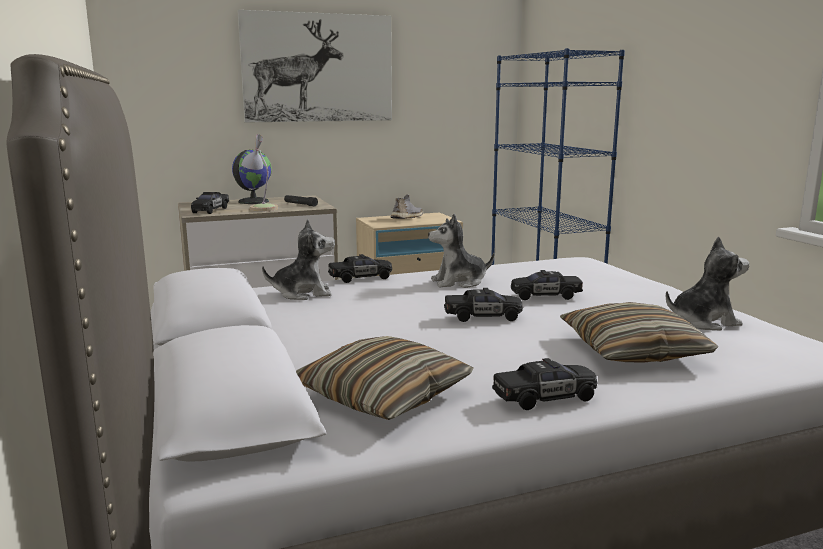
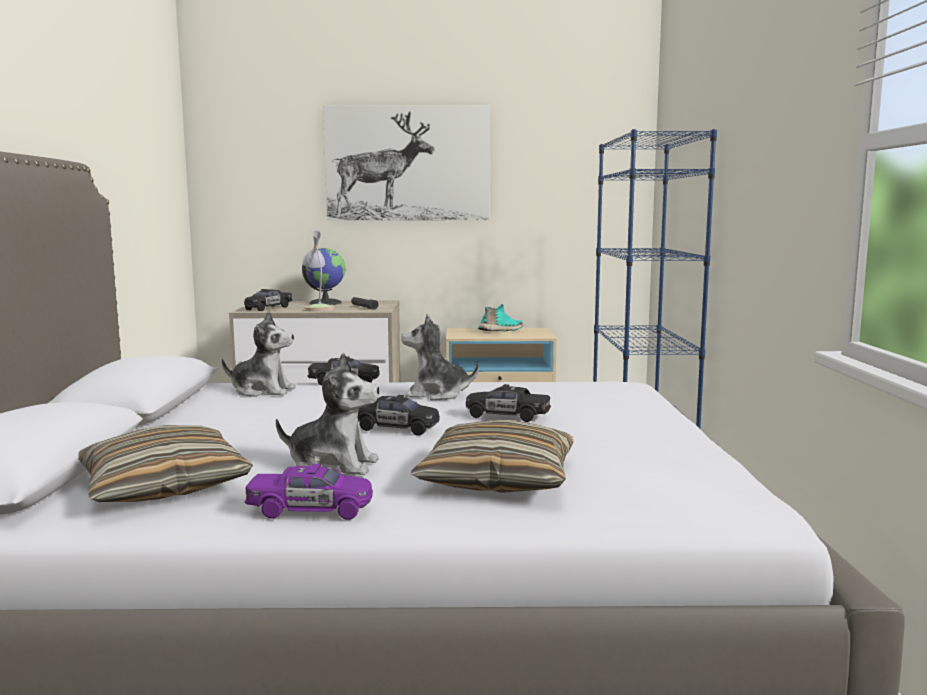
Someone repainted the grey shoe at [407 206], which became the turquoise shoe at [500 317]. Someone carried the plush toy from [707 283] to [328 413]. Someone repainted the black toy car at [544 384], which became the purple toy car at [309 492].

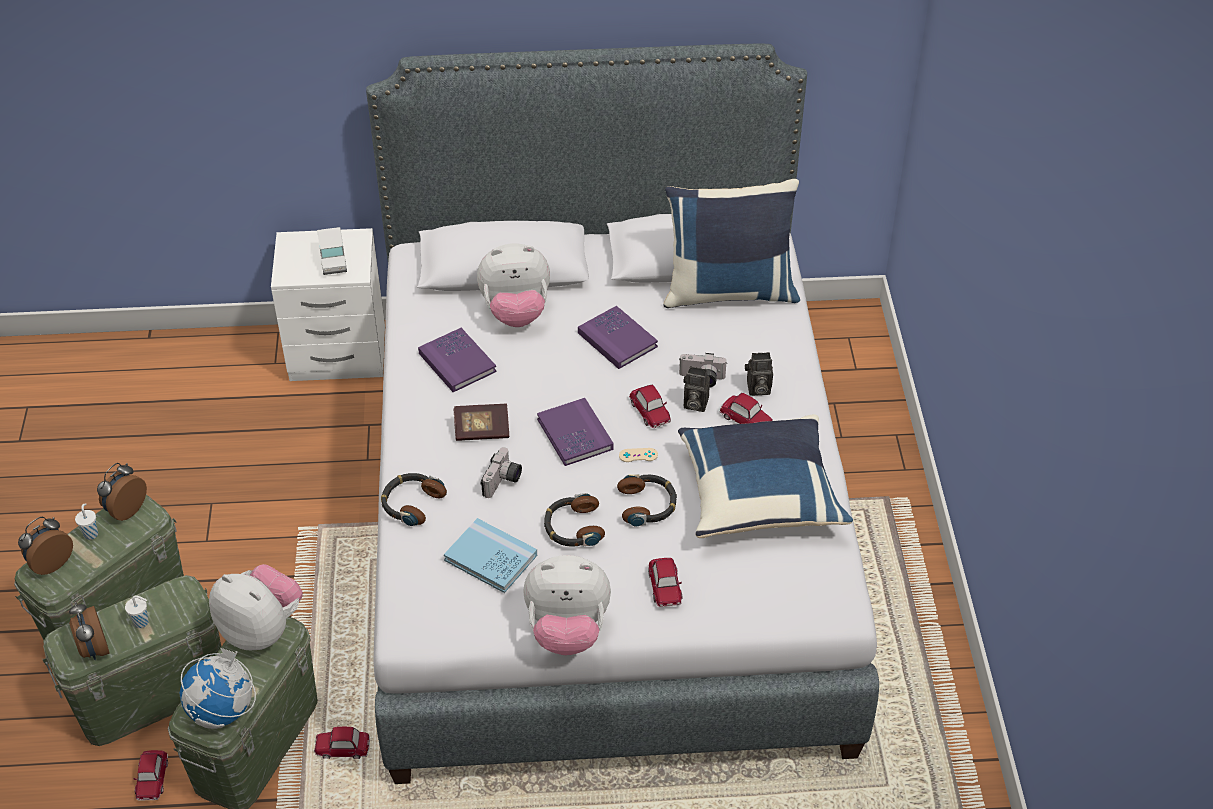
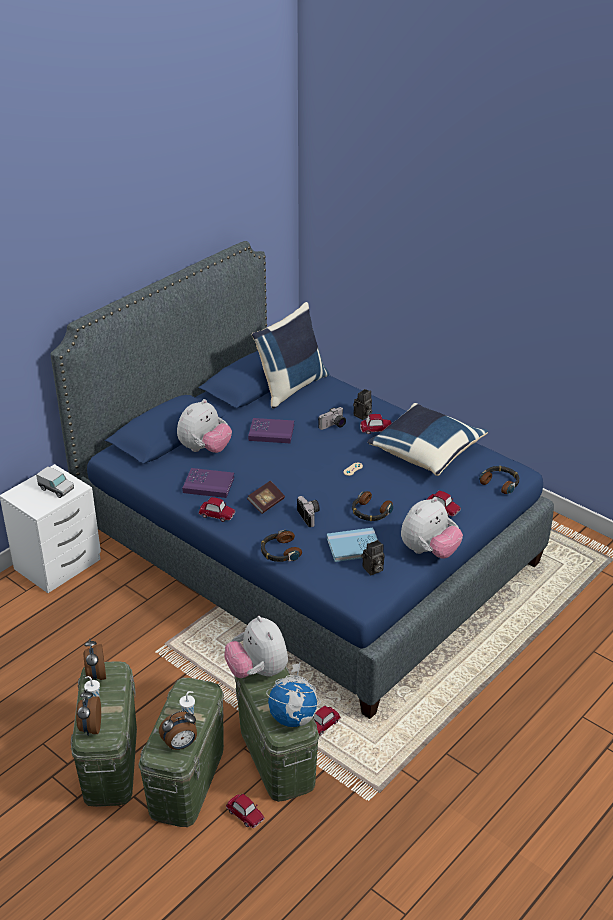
Someone repainted the grey bed at [622 413], which became the blue bed at [302 480]. Someone carried the photo camera from [696 389] to [372 557]. Someone carried the toy car from [650 406] to [216 509]. Someone took away the purple book at [575 432]. Someone carried the headphones from [647 500] to [499 480]. Someone rotated the plush toy at [256 607] by 105 degrees counterclockwise. Someone rotated the alarm clock at [89 631] by 45 degrees counterclockwise.

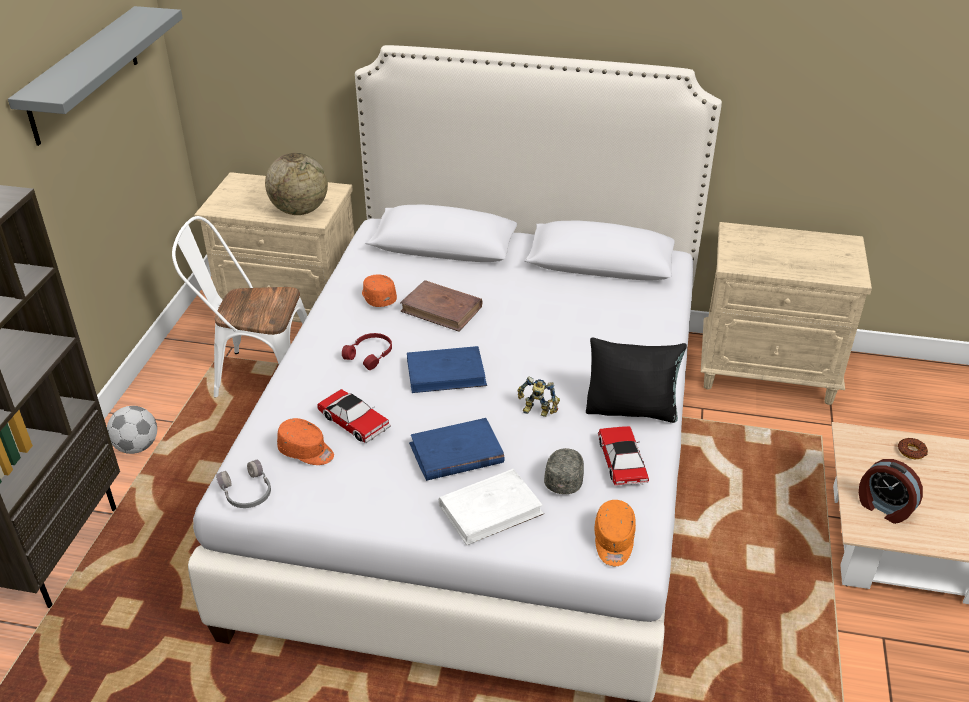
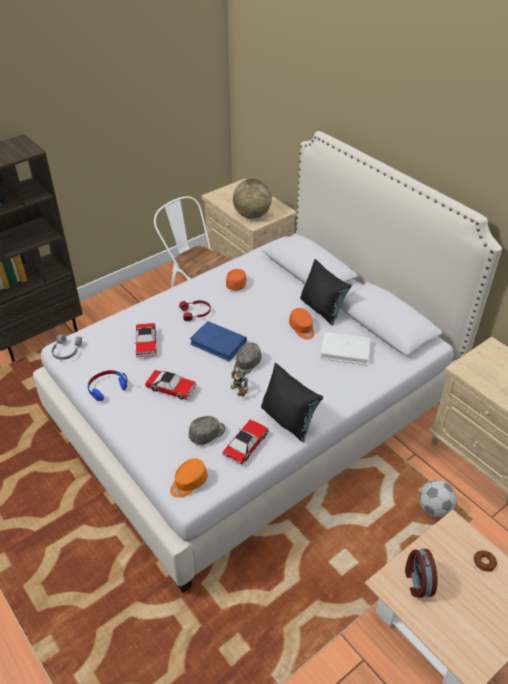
Someone took away the grey shelf at [95 76]. Someone took away the brown book at [441 306]. Someone carried the football from [132 430] to [438 499]. Someone carried the orange cap from [305 441] to [301 323]. Someone swapped the blue book at [456 449] for the toy car at [171 385]. Someone carried the white book from [491 507] to [345 349]. Someone put down the black pillow at [326 292]. Someone put down the grey cap at [247 358]. Someone put down the blue headphones at [107 385].

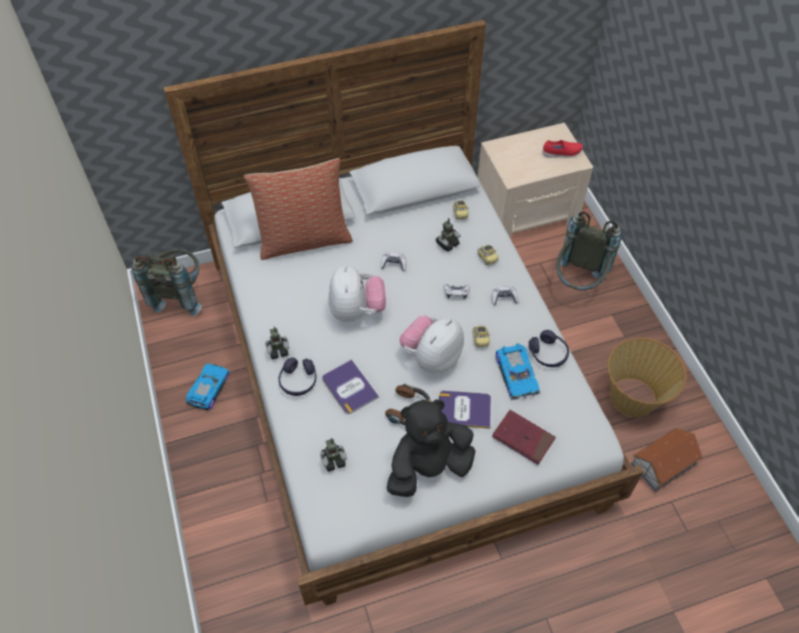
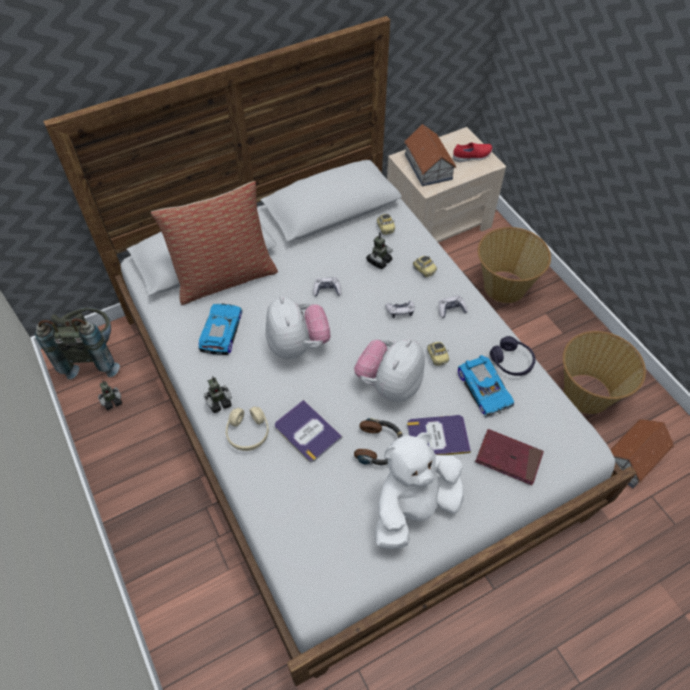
Someone swapped the grey backpack at [589 250] for the basket at [514 265]. Someone repainted the purple headphones at [297 376], which became the beige headphones at [247 428]. Someone carried the toy car from [208 386] to [221 329]. Someone repainted the black plush toy at [431 448], which became the white plush toy at [419 491]. Someone carried the toy robot from [333 455] to [110 395]. Someone put down the toy house at [430 155].

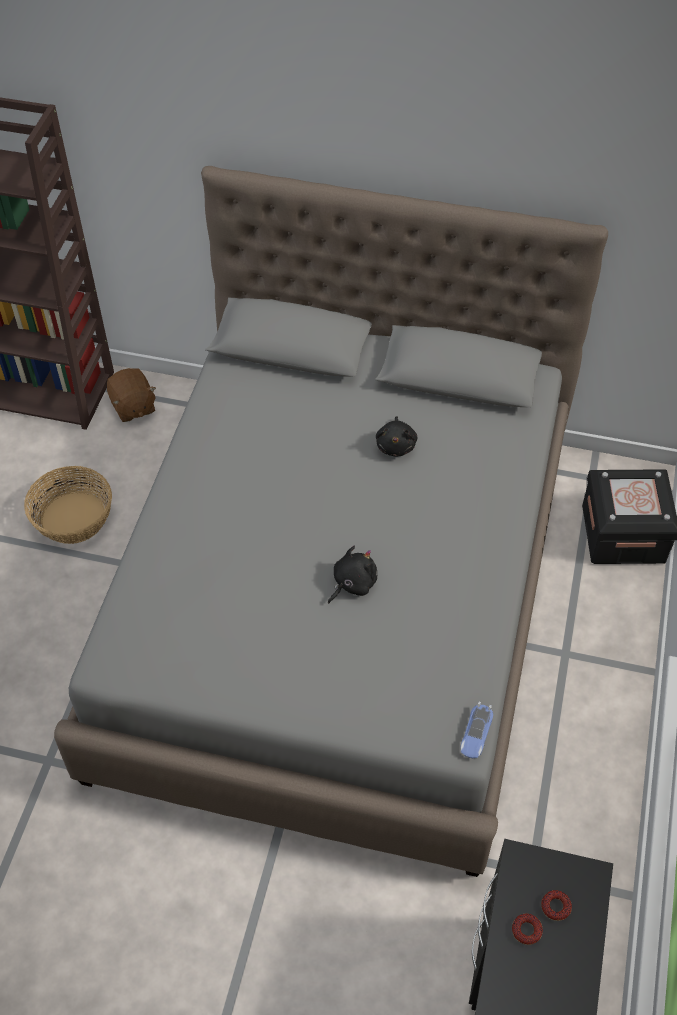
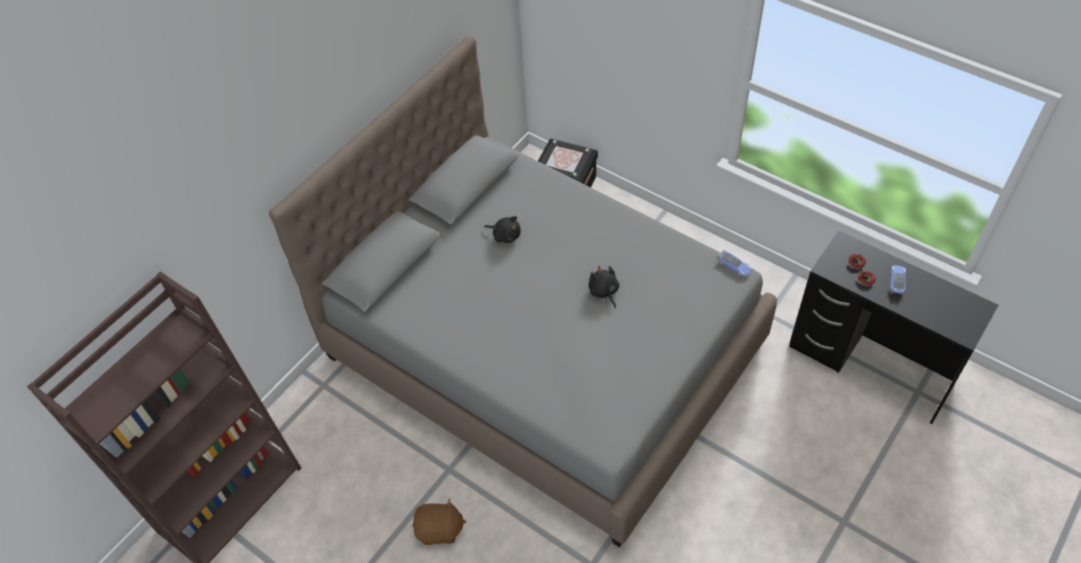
Someone carried the brown plush toy from [131 395] to [439 521]. Someone took away the basket at [68 505]. Someone put down the toy car at [898 279].

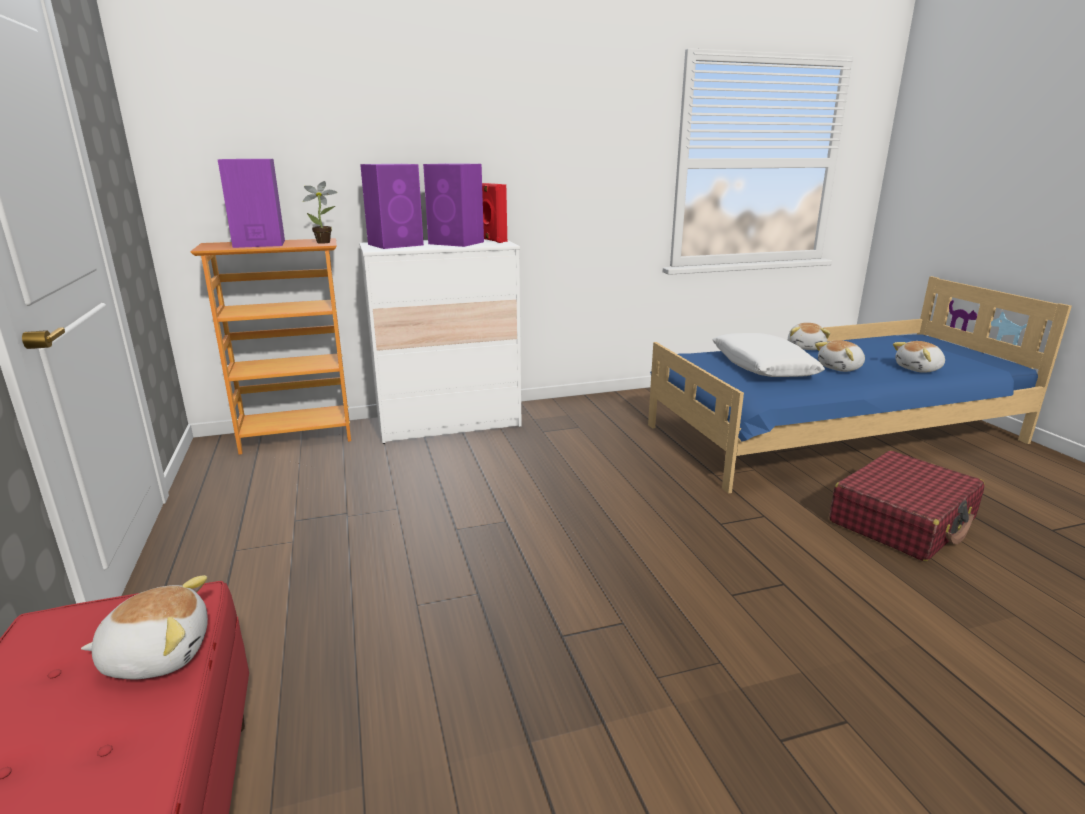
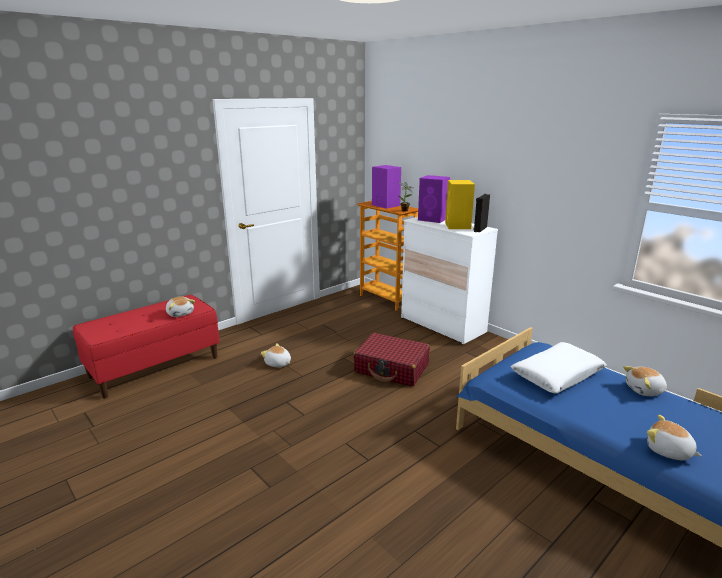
Someone repainted the purple speaker at [453 205], which became the yellow speaker at [460 204]. Someone repainted the red speaker at [494 213], which became the black speaker at [482 213]. Someone carried the plush toy from [840 356] to [276 355]. Someone carried the red suitcase from [907 506] to [391 360].

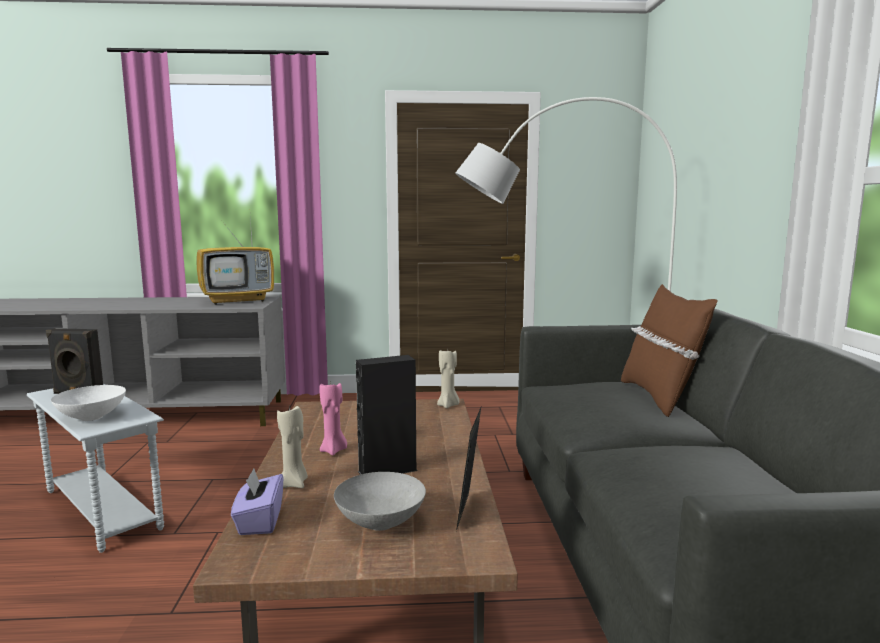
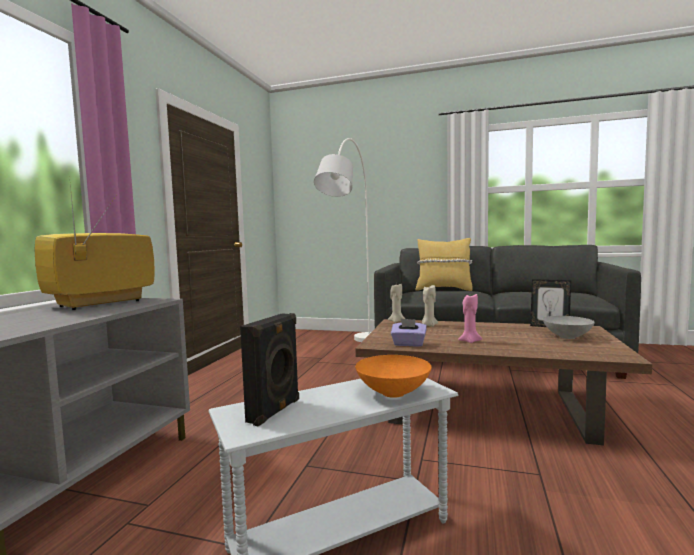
Someone rotated the television at [235 261] by 135 degrees counterclockwise. Someone repainted the brown pillow at [669 350], which became the yellow pillow at [444 264]. Someone took away the black speaker at [386 415]. Someone repainted the white bowl at [88 403], which became the orange bowl at [393 376]. Someone carried the beige candle from [292 446] to [430 306]. Someone carried the purple tissue box from [257 501] to [409 333].

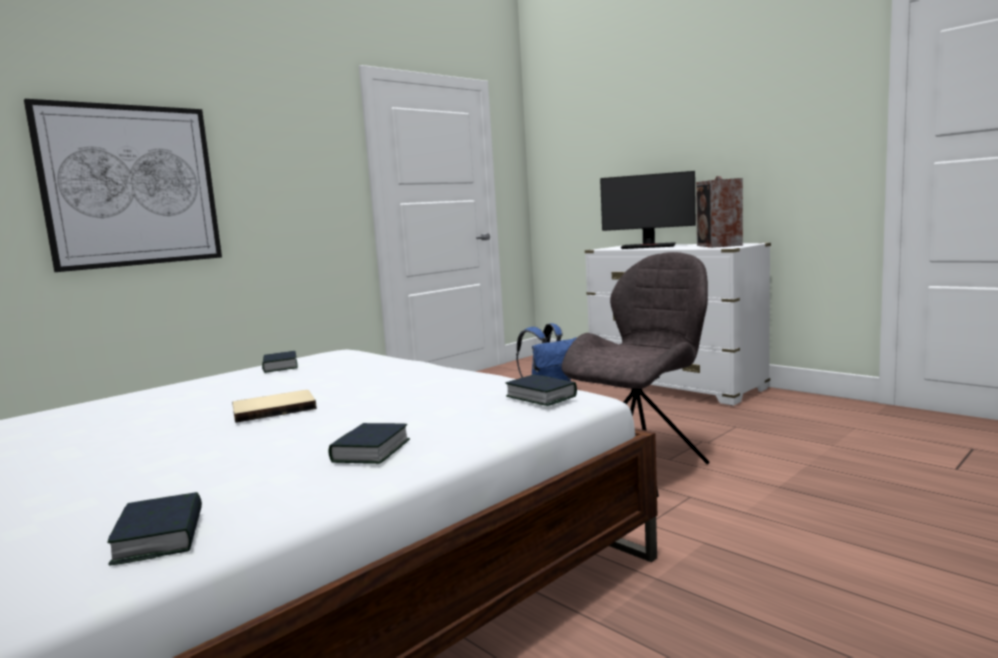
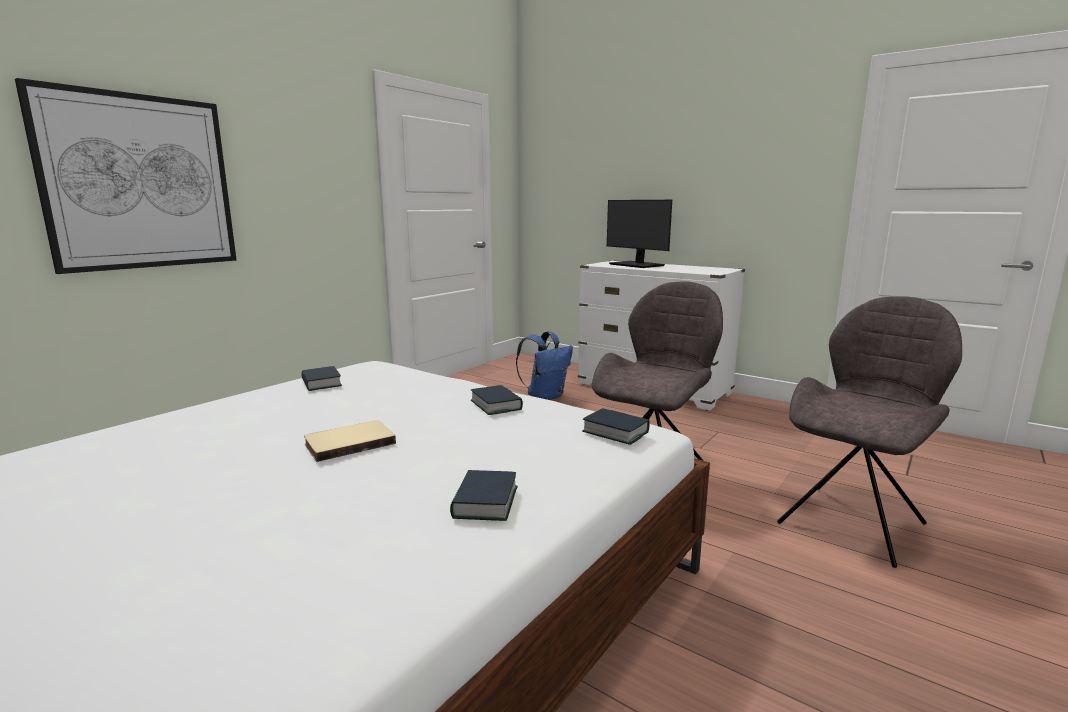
Someone rotated the monitor at [648 210] by 45 degrees clockwise. Someone took away the speaker at [719 212]. Someone carried the book from [155 529] to [497 400]. Someone put down the grey chair at [869 432].

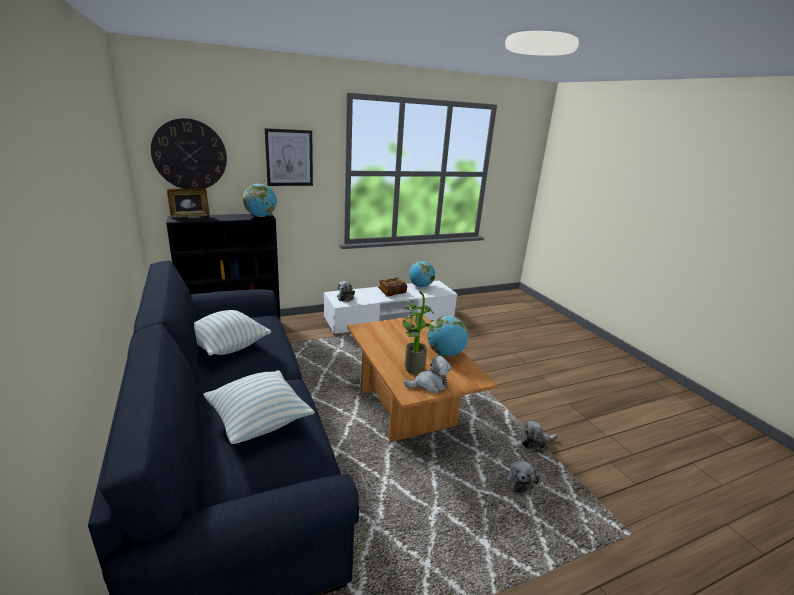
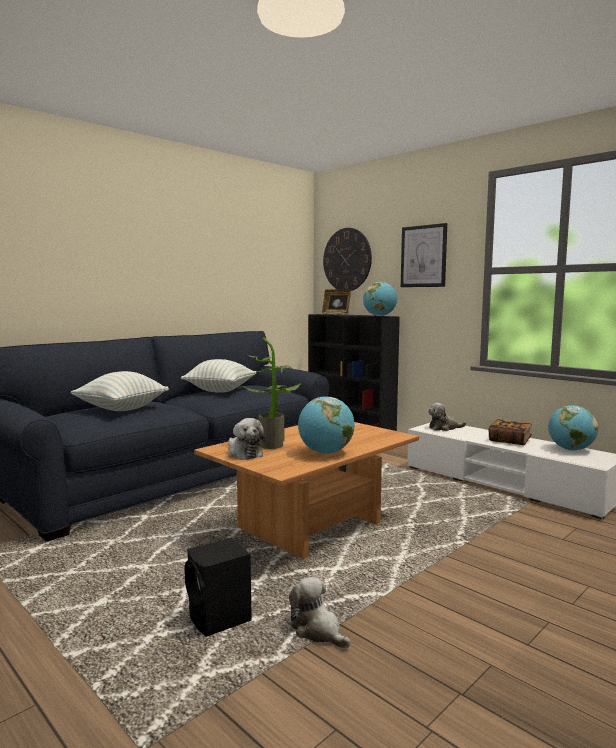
Someone swapped the plush toy at [522 476] for the black speaker at [218 587].

